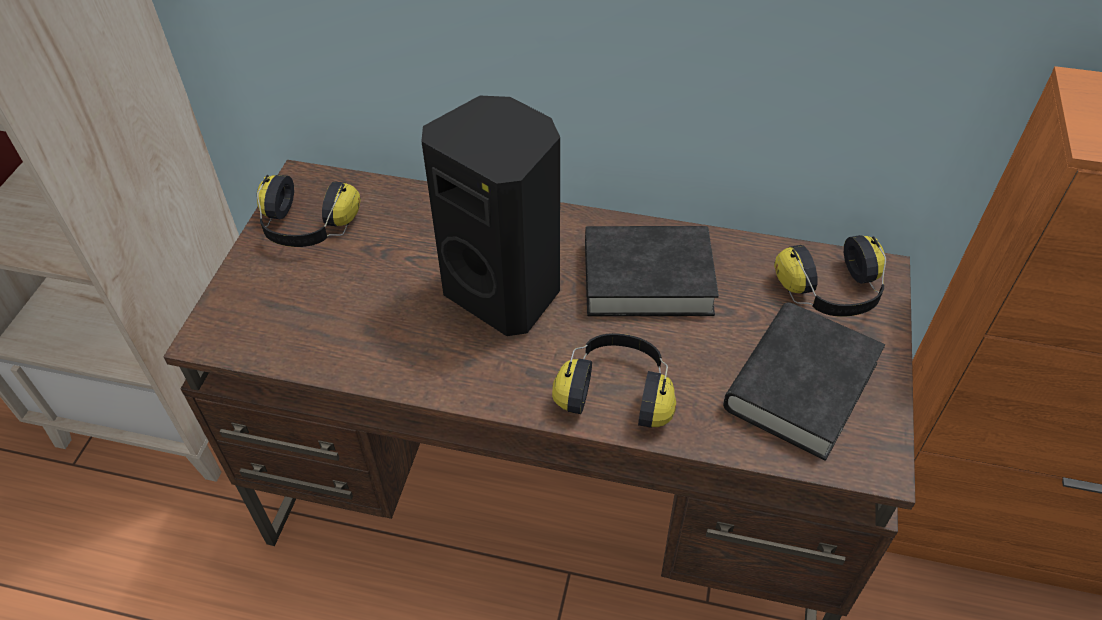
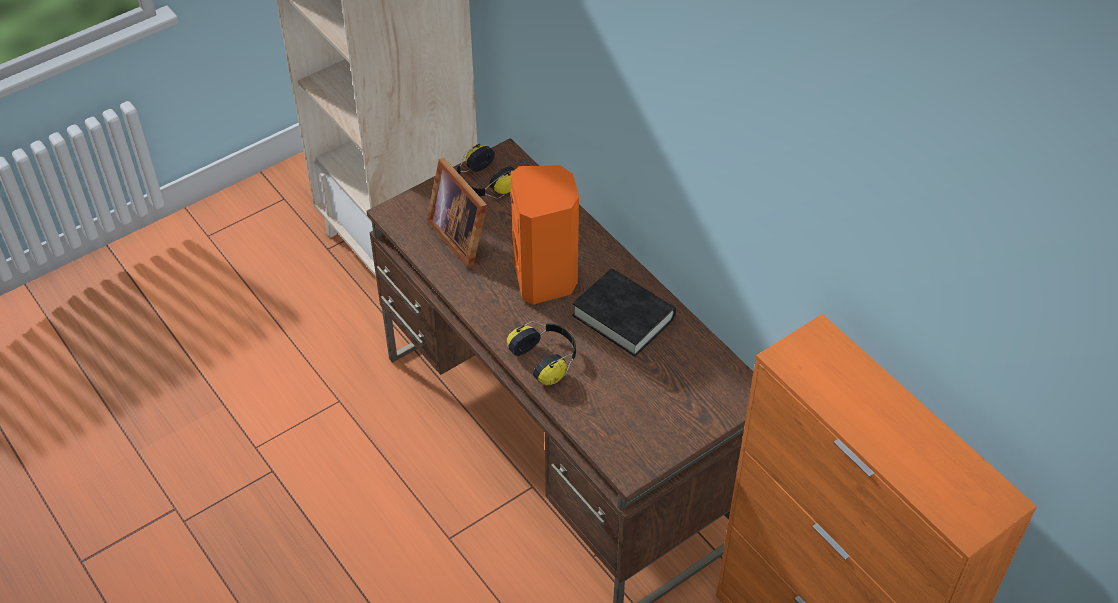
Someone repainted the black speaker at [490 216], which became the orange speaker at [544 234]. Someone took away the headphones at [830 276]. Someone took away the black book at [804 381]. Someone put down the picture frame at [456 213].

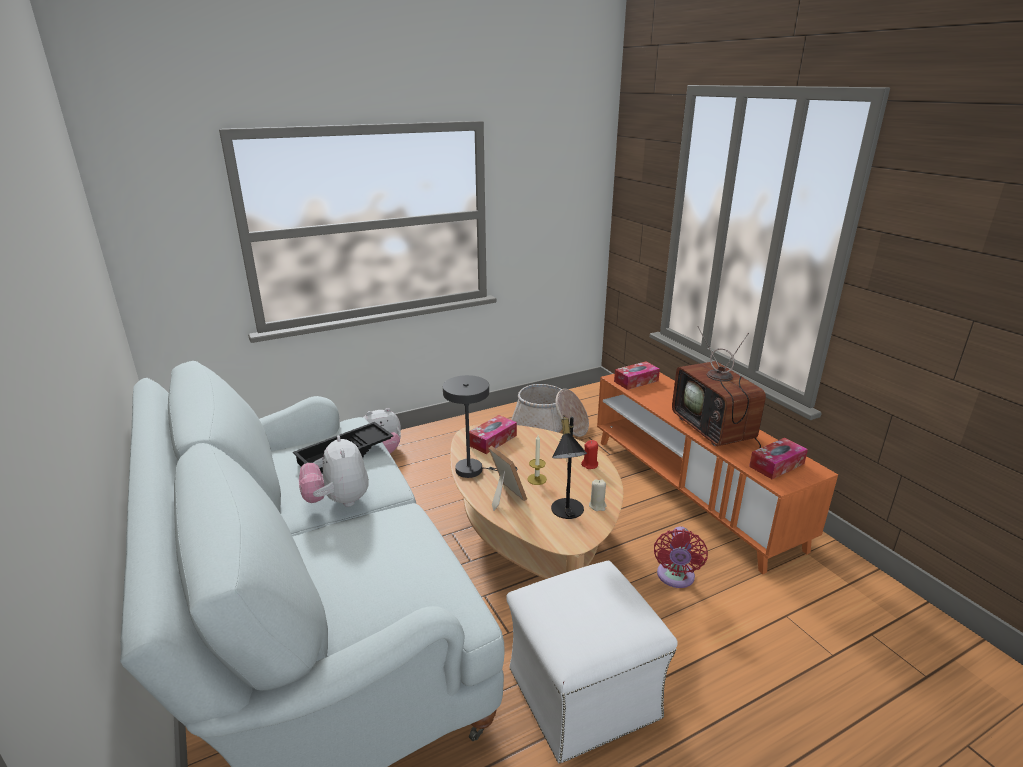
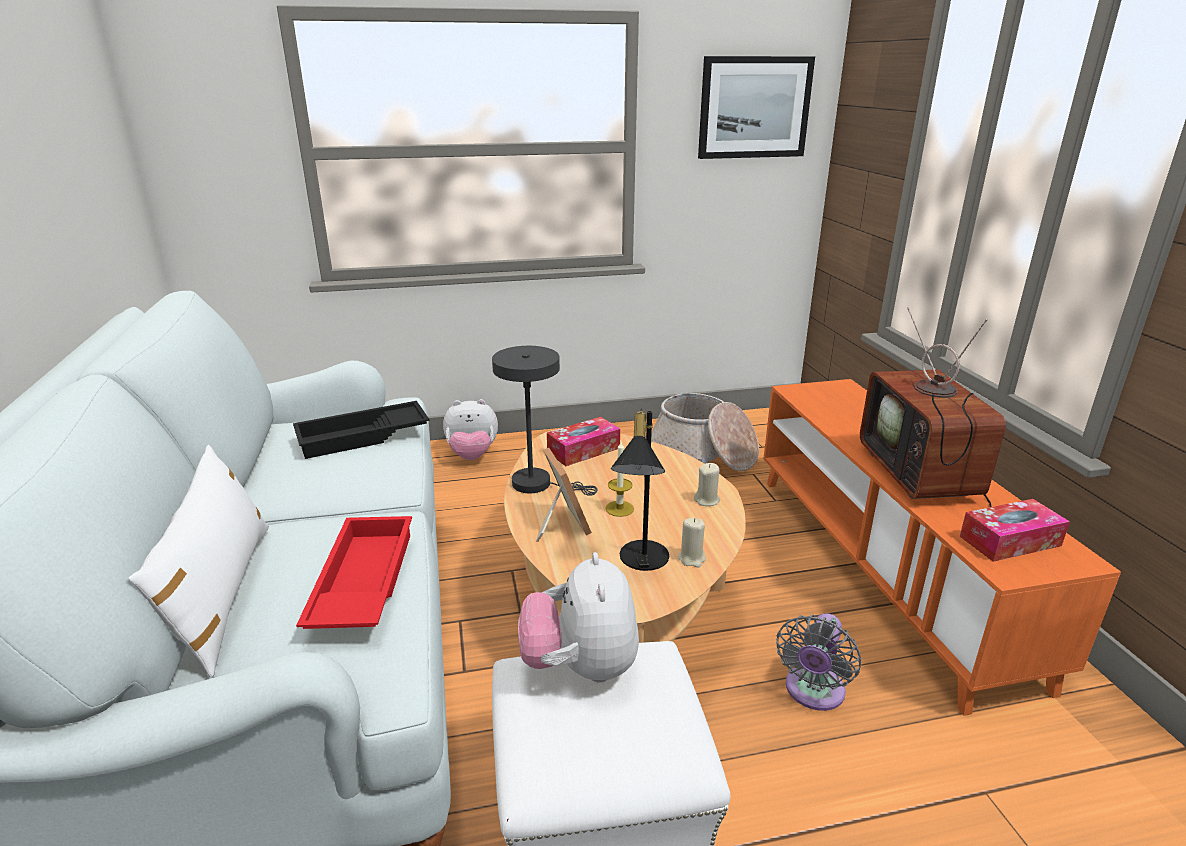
Someone took away the tissue box at [637 375]. Someone carried the plush toy from [334 471] to [578 617]. Someone repainted the red candle at [589 454], which became the beige candle at [707 484]. Someone repainted the red fan at [681 557], which became the grey fan at [818 662]. Someone put up the picture at [756 107]. Someone put down the white pillow at [199 561]. Someone put down the red tray at [354 572].

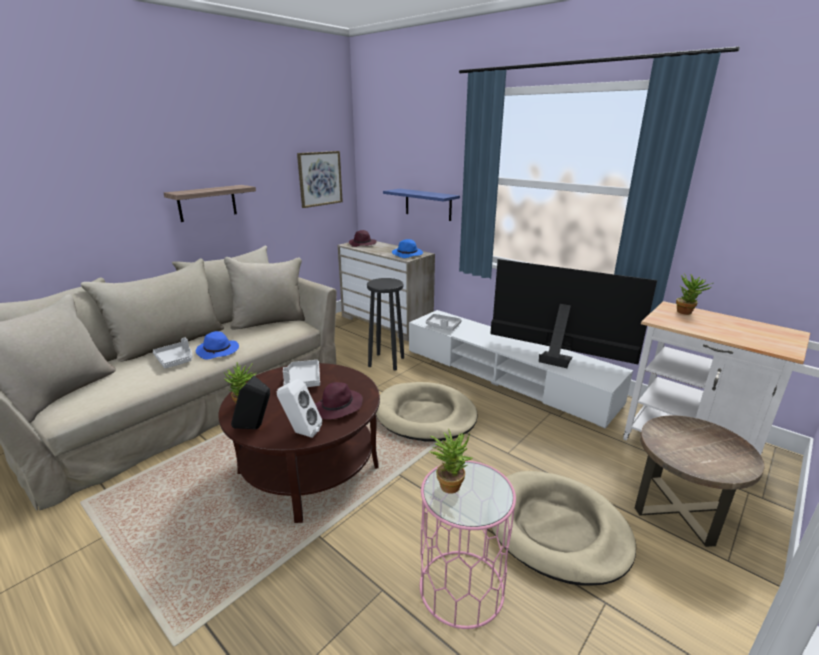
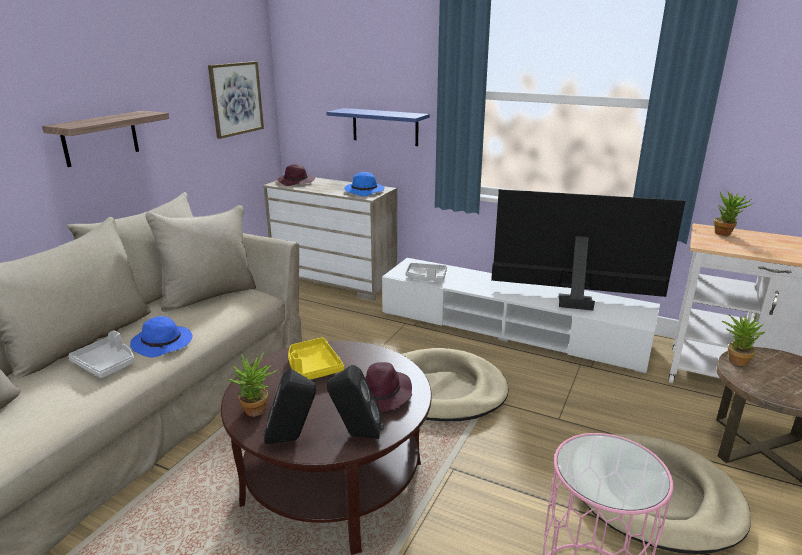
Someone took away the black stool at [385 324]. Someone repainted the grey tray at [301 373], which became the yellow tray at [316 358]. Someone repainted the white speaker at [299 408], which became the black speaker at [355 402]. Someone carried the potted plant from [451 461] to [743 339].

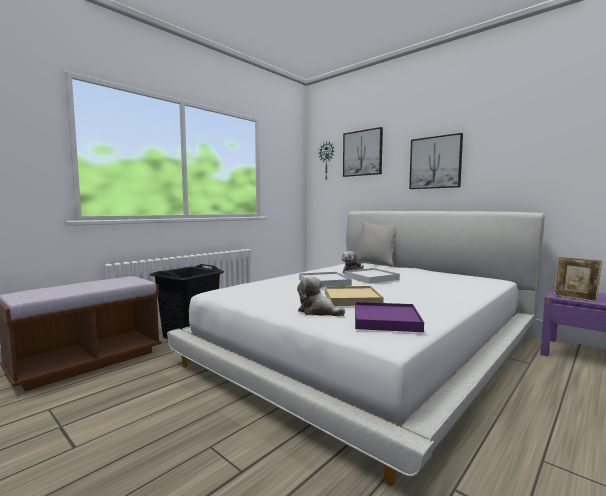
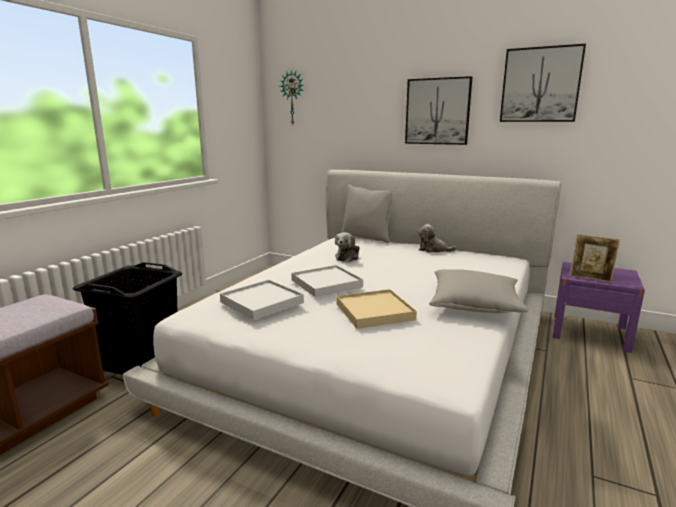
Someone carried the picture from [363 152] to [543 83]. Someone carried the white tray from [372 276] to [262 300]. Someone carried the plush toy from [321 296] to [437 238]. Someone took away the purple tray at [389 317]. Someone put down the grey pillow at [479 291].

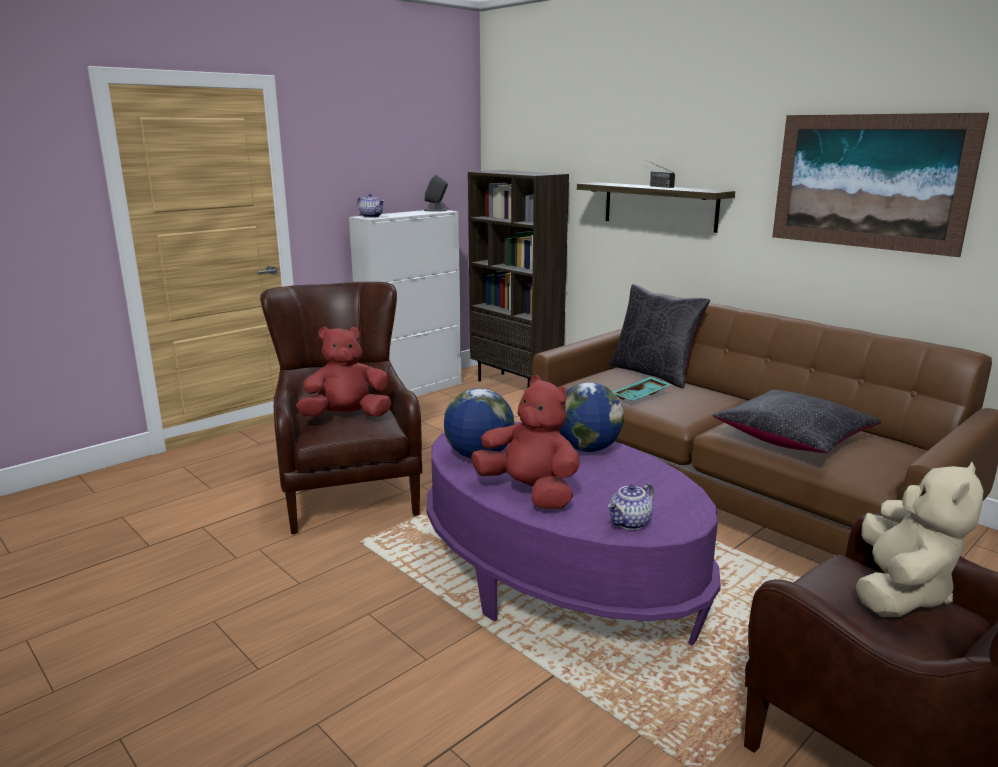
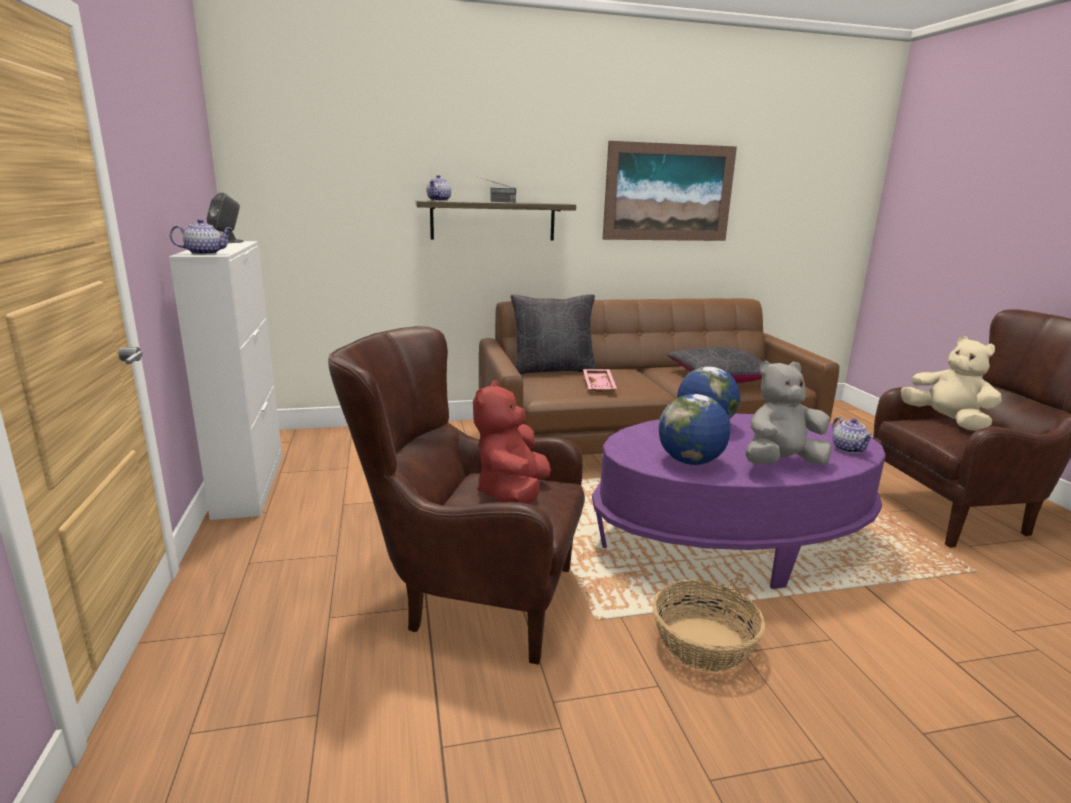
Someone took away the brown bookcase at [518 278]. Someone repainted the red plush toy at [525 442], which became the grey plush toy at [788 413]. Someone repainted the turquoise tray at [642 389], which became the pink tray at [600 380]. Someone put down the teapot at [439 188]. Someone put down the basket at [709 625].

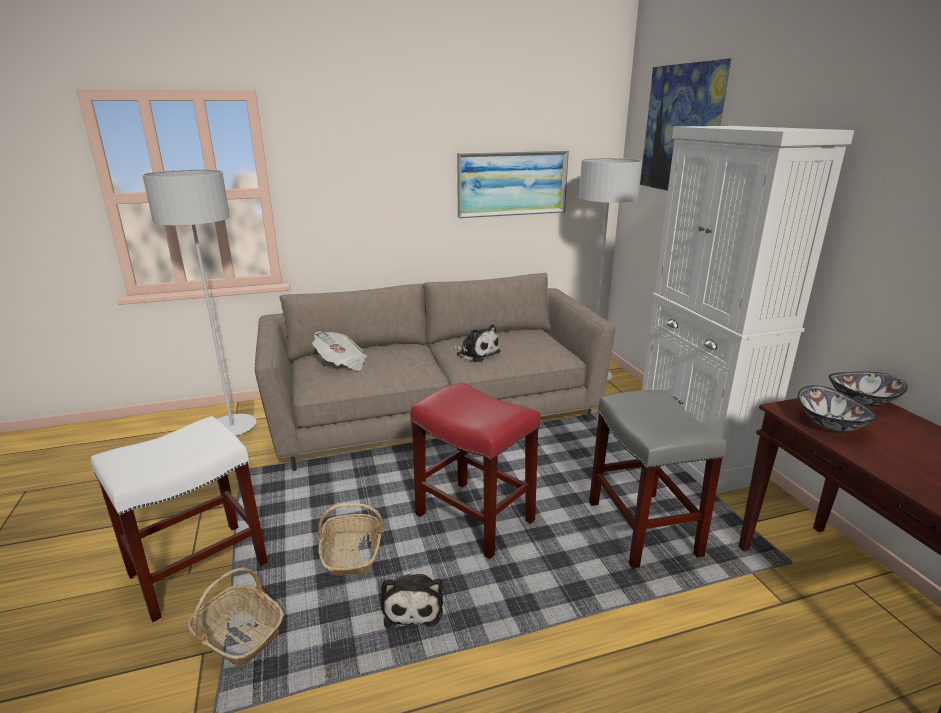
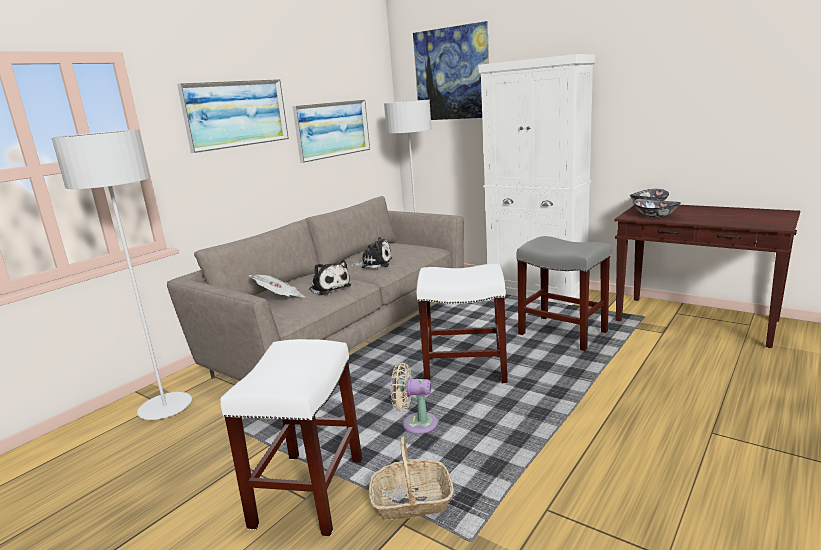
Someone repainted the red stool at [475 470], which became the white stool at [462 323]. Someone swapped the basket at [350 539] for the beige fan at [414 398]. Someone carried the plush toy from [412 601] to [330 277]. Someone put up the picture at [233 116].

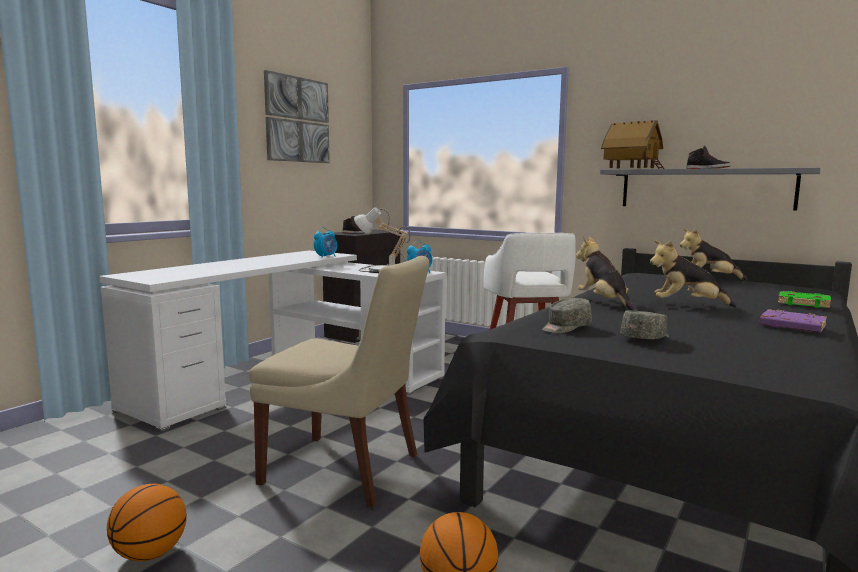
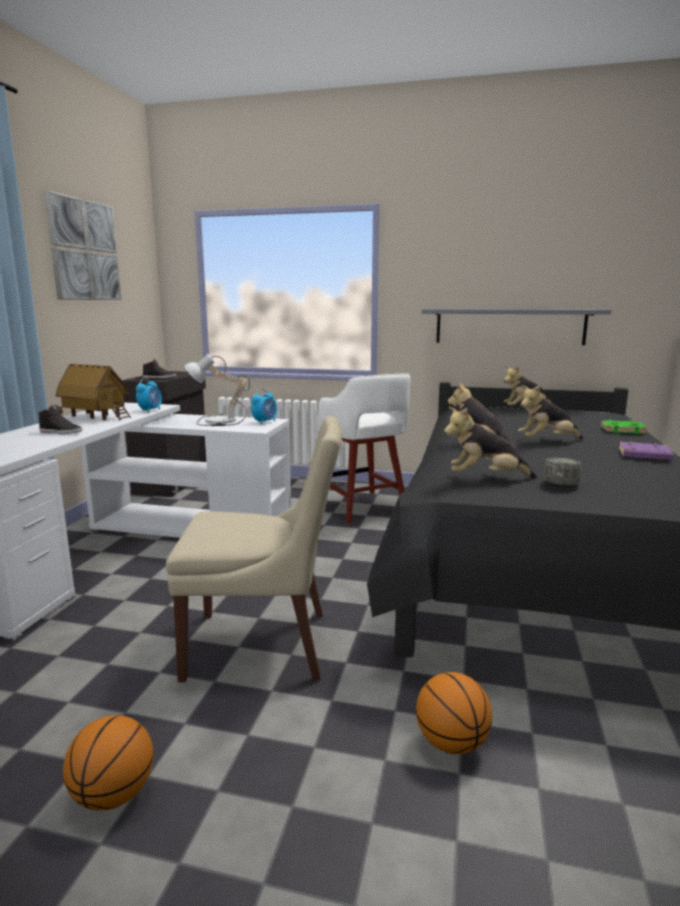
Someone carried the toy house from [632 144] to [93 392]. Someone carried the black shoe from [708 157] to [60 419]. Someone swapped the grey cap at [567 315] for the plush toy at [490 442].

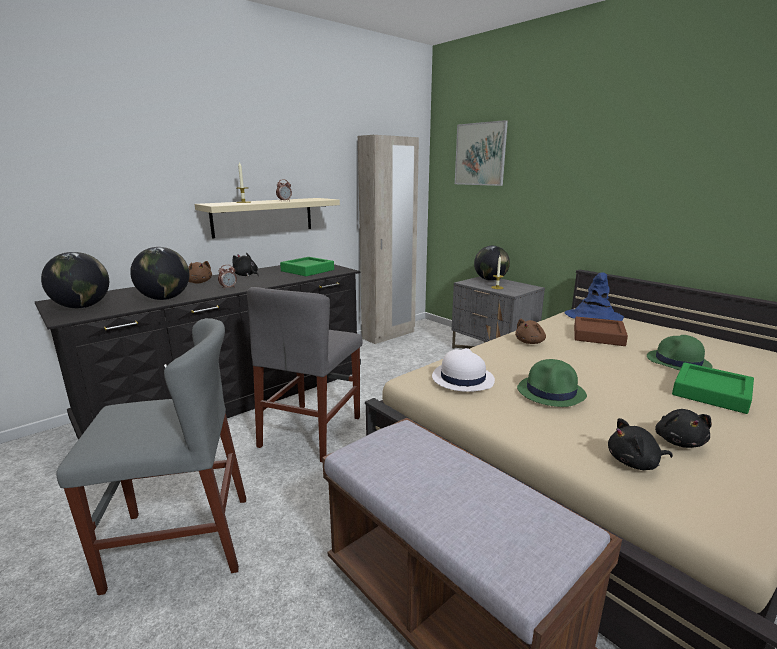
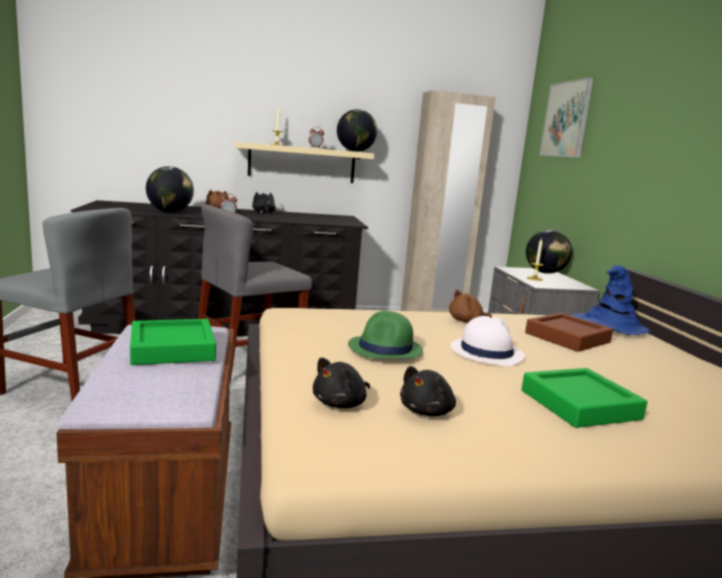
Someone carried the globe from [75 280] to [357 130]. Someone carried the green tray from [307 266] to [173 342]. Someone took away the green hat at [680 353]. Someone carried the white hat from [463 370] to [488 341]. Someone rotated the black plush toy at [640 444] by 75 degrees counterclockwise.

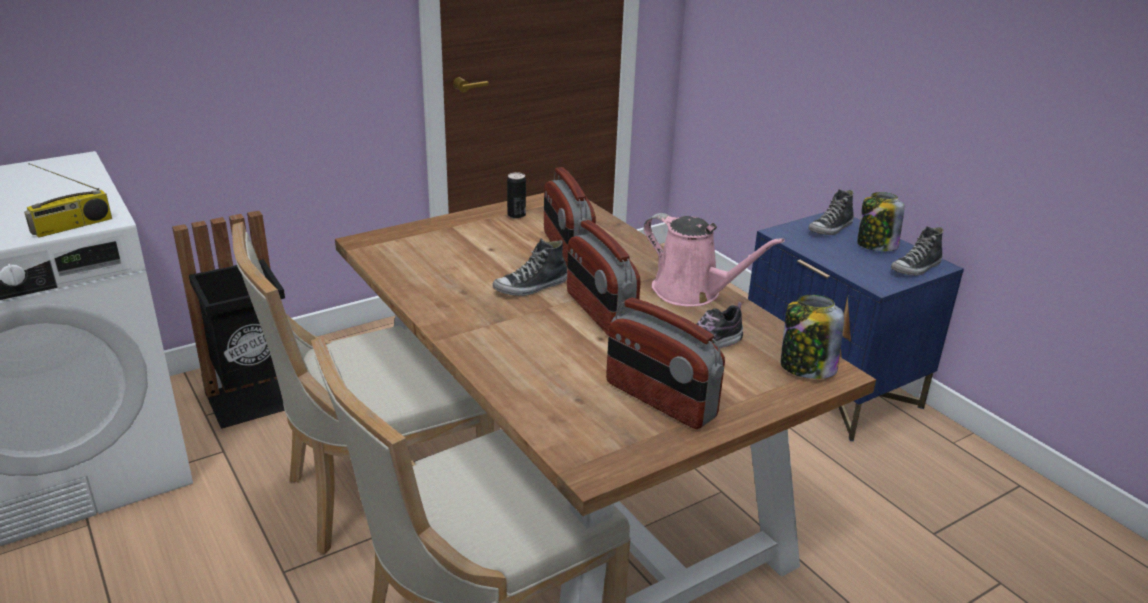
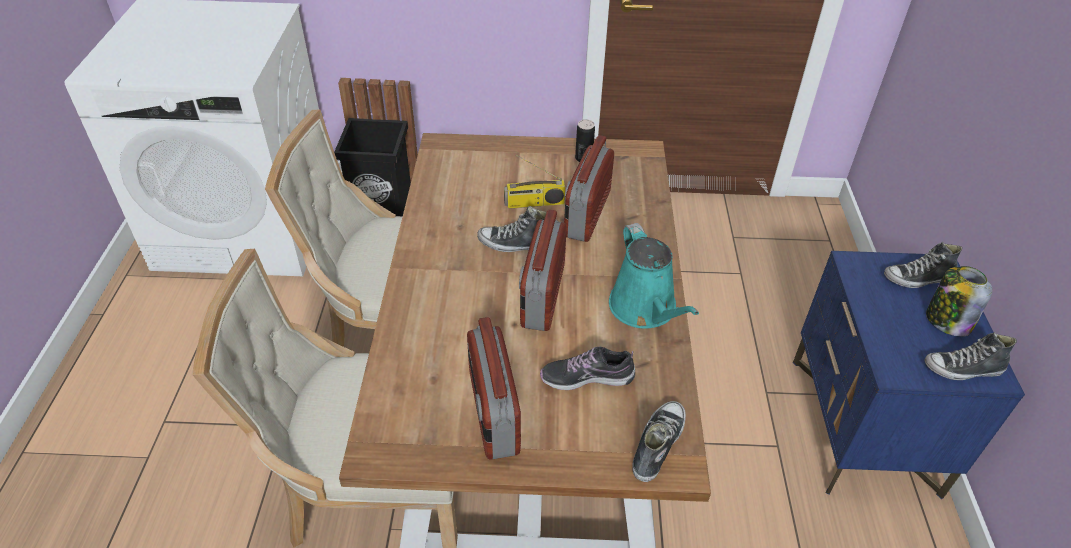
Someone carried the radio from [68 200] to [534 182]. Someone repainted the pink watering can at [714 260], which became the turquoise watering can at [654 276]. Someone swapped the jar at [812 337] for the shoe at [659 441].

